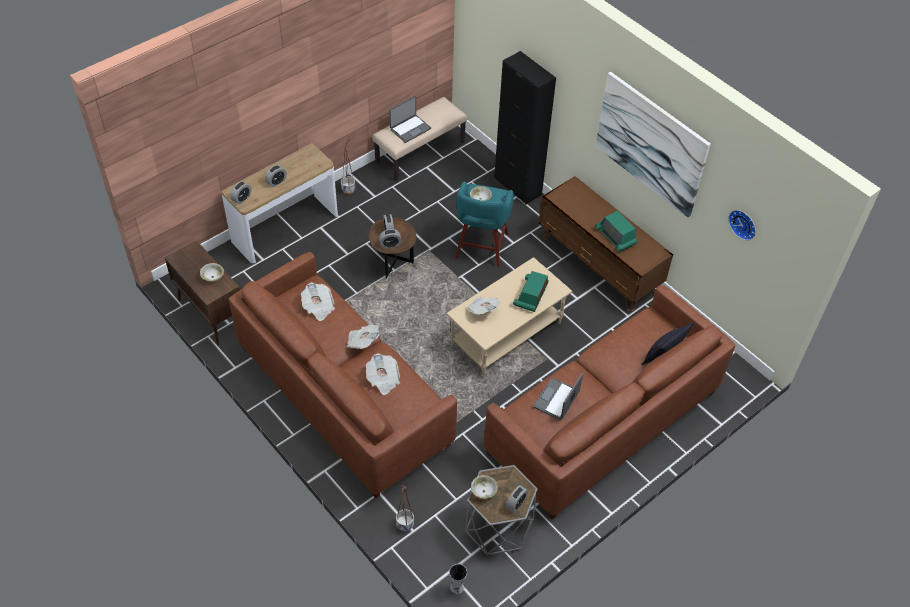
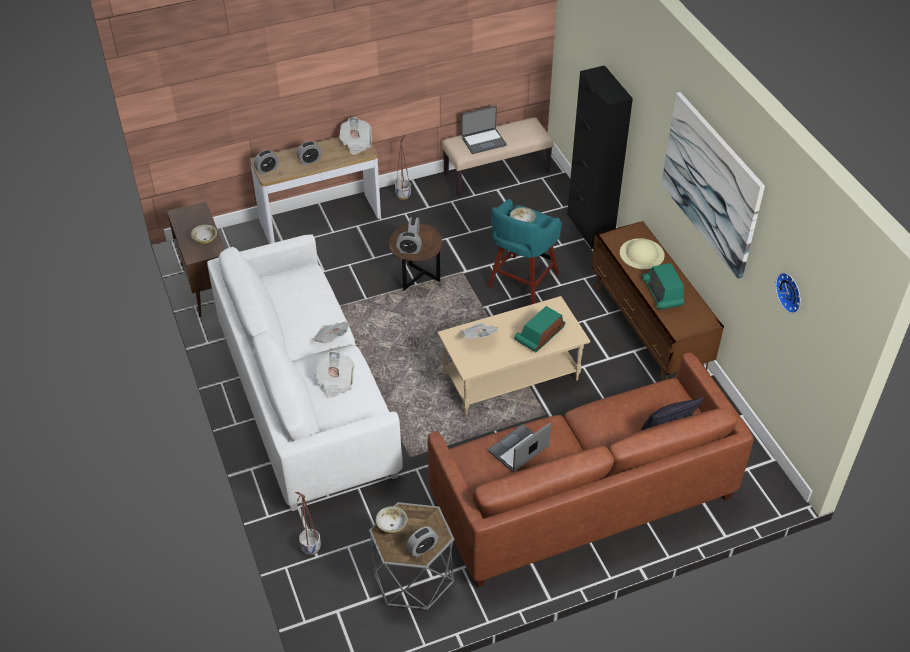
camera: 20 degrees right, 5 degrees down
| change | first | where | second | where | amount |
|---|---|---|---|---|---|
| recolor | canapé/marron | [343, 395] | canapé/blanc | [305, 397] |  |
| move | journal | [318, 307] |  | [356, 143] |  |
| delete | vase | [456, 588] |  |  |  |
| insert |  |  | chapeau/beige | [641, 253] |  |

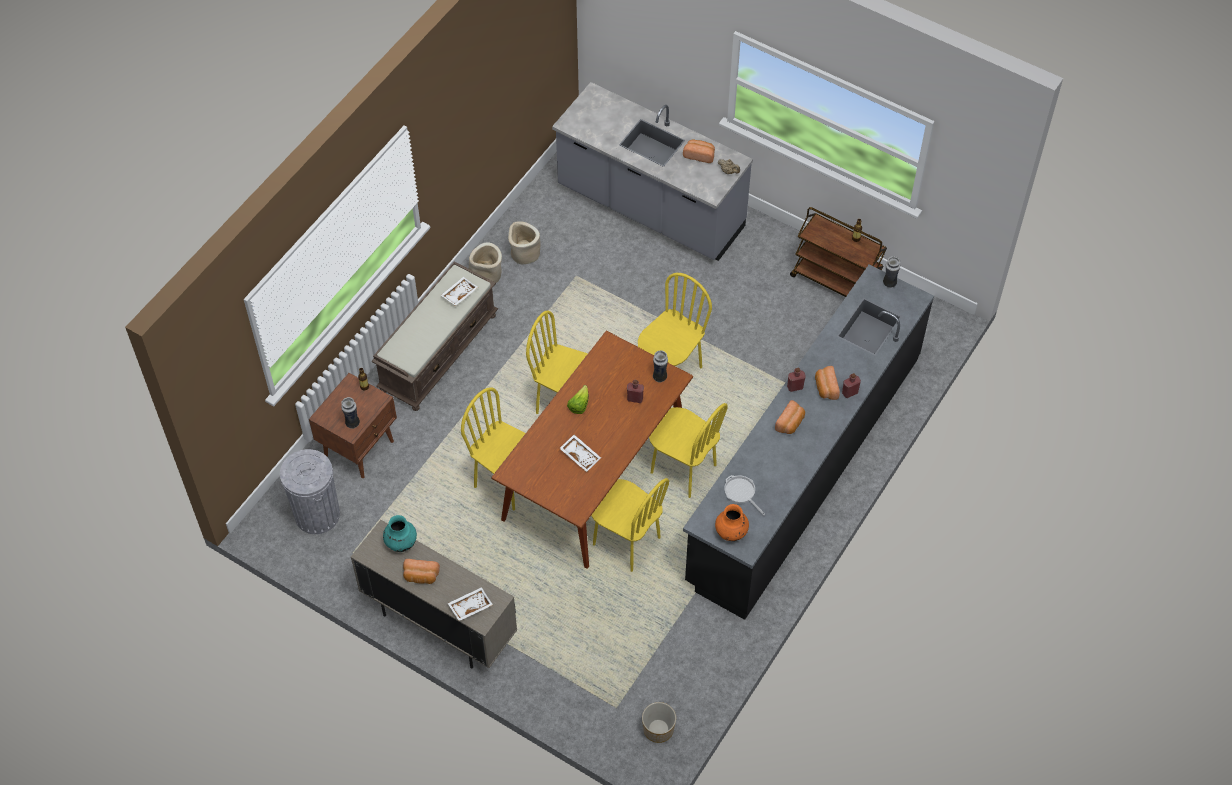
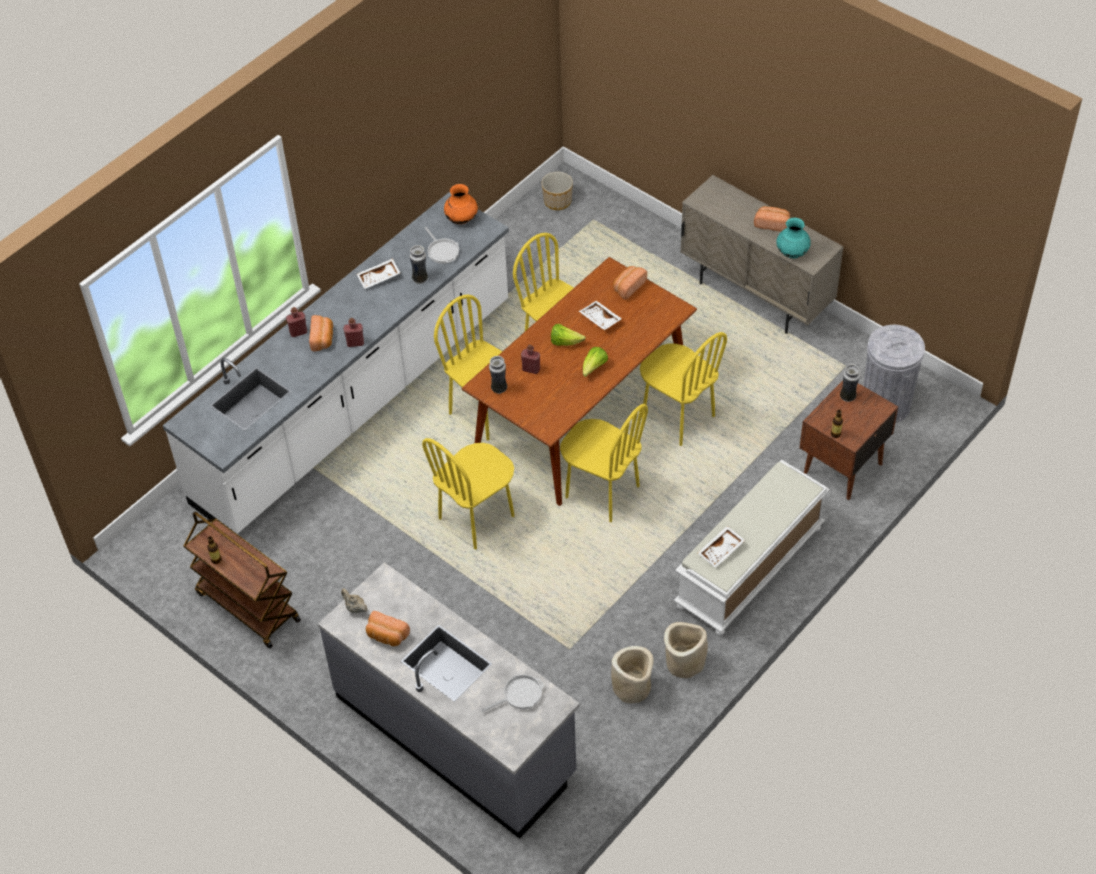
camera: 170 degrees left, 5 degrees down
| change | first | where | second | where | amount |
|---|---|---|---|---|---|
| move | vase | [889, 283] |  | [420, 279] |  |
| recolor | banc/marron | [438, 352] | banc/blanc | [750, 568] |  |
| recolor | comptoir de cuisine/noir | [804, 467] | comptoir de cuisine/blanc | [356, 403] |  |
| move | pain | [790, 423] |  | [628, 287] |  |
| move | plateau/blanc | [470, 606] |  | [379, 278] |  |
| insert |  |  | laitue | [565, 342] |  |
| insert |  |  | poêle | [519, 695] |  |

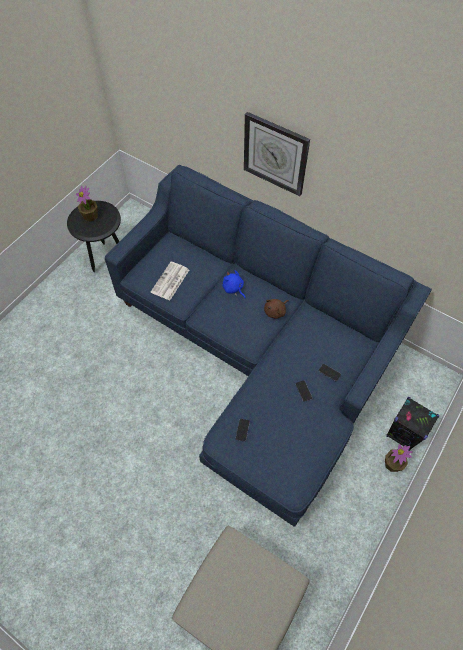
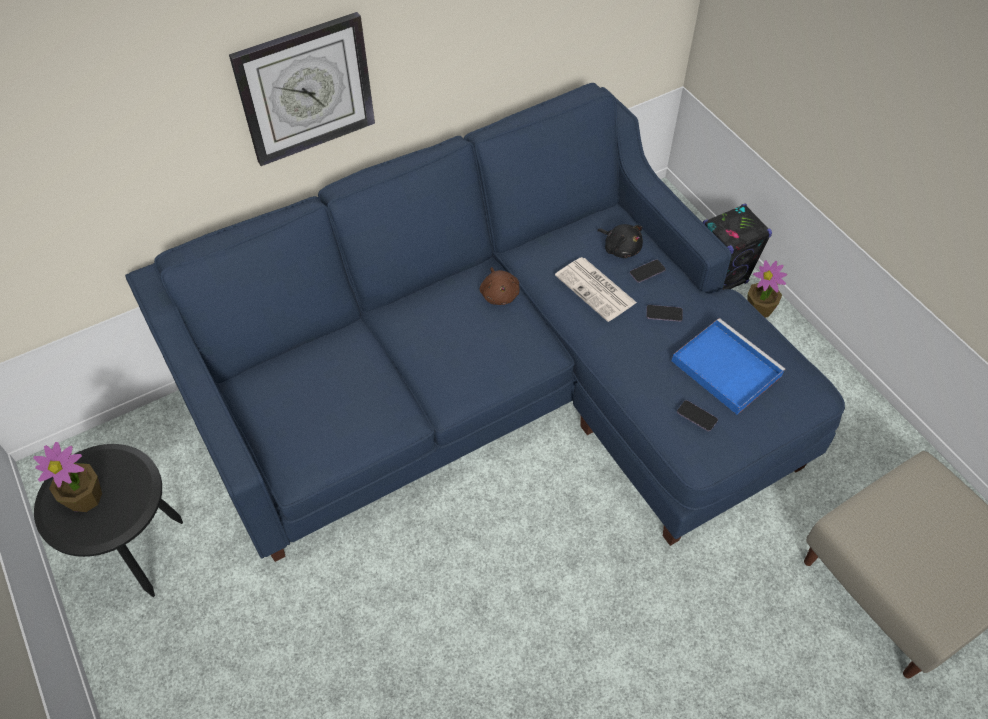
camera: 65 degrees left, 5 degrees down
| change | first | where | second | where | amount |
|---|---|---|---|---|---|
| move | journal | [170, 281] |  | [596, 290] |  |
| delete | peluche/bleu | [233, 289] |  |  |  |
| insert |  |  | peluche/noir | [620, 248] |  |
| insert |  |  | plateau/bleu | [724, 367] |  |

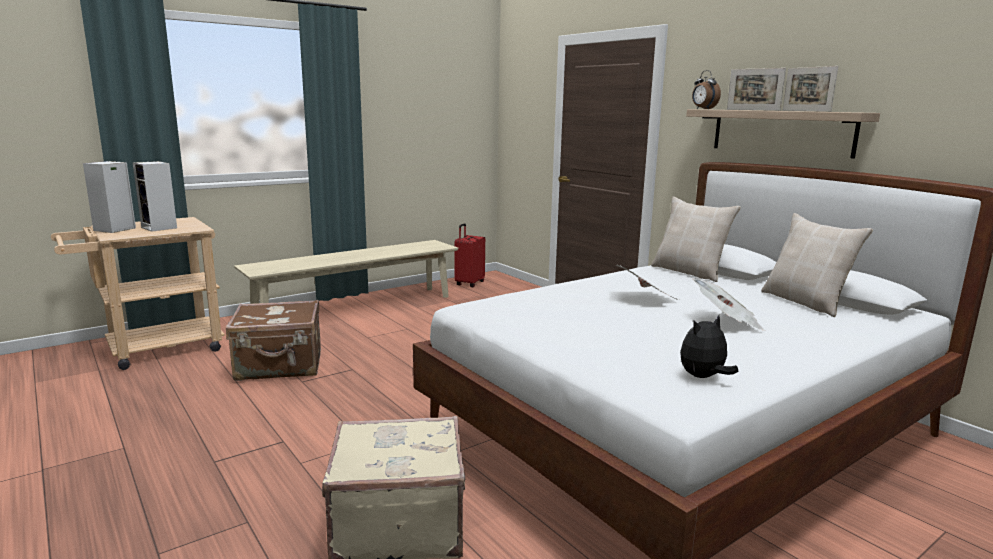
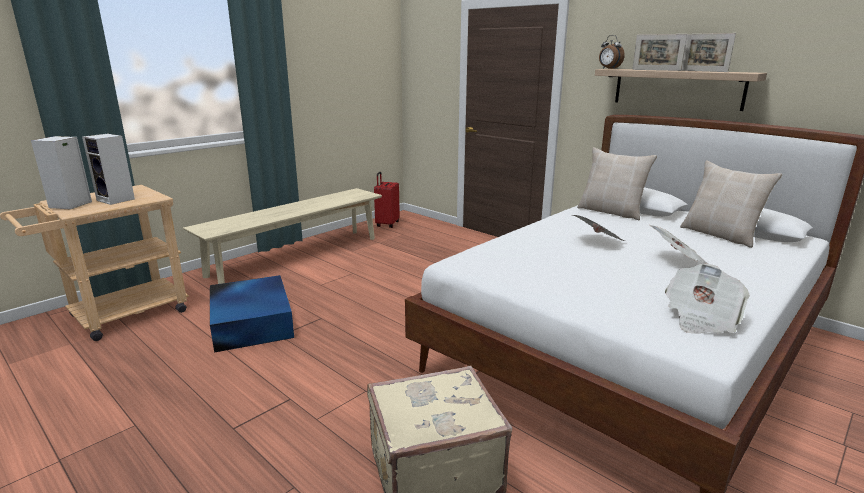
camera: 10 degrees left, 5 degrees up
| change | first | where | second | where | amount |
|---|---|---|---|---|---|
| replace | valise/marron | [280, 366] | boîte de rangement/bleu | [252, 322] |  |
| replace | peluche | [703, 377] | journal | [700, 318] |  |

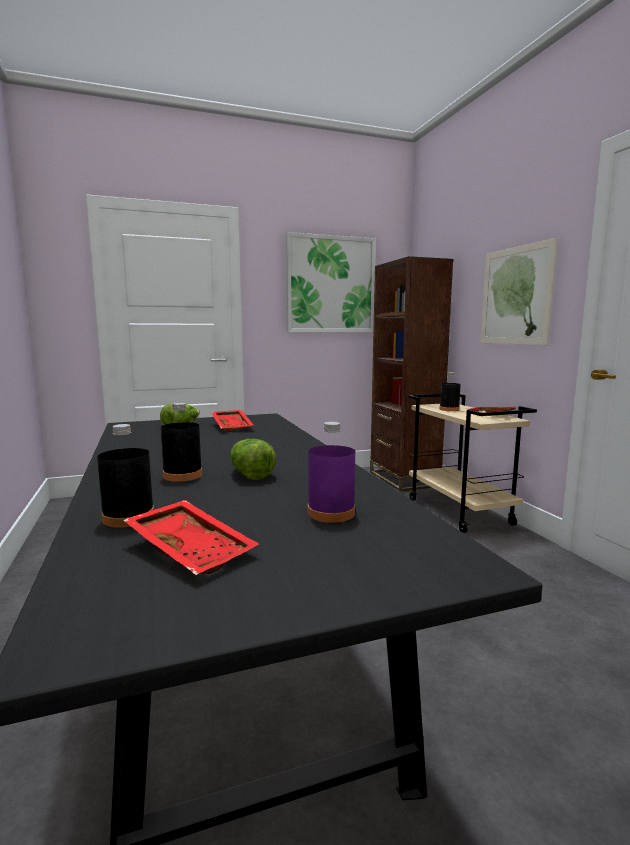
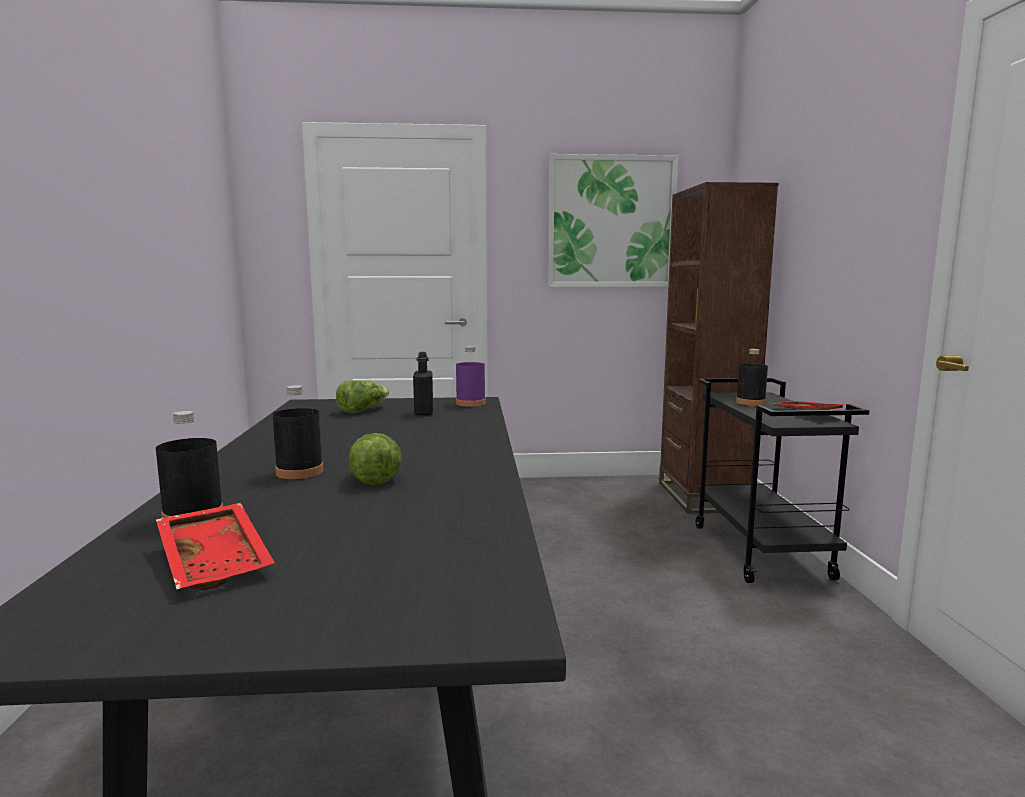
camera: 15 degrees right, 0 degrees up
| change | first | where | second | where | amount |
|---|---|---|---|---|---|
| delete | tableau | [515, 296] |  |  |  |
| recolor | chariot/beige | [460, 512] | chariot/noir | [762, 552] |  |
| replace | plateau/rouge | [233, 426] | bouteille/noir | [423, 412] |  |
| move | bouteille/violet | [331, 513] |  | [470, 403] |  |

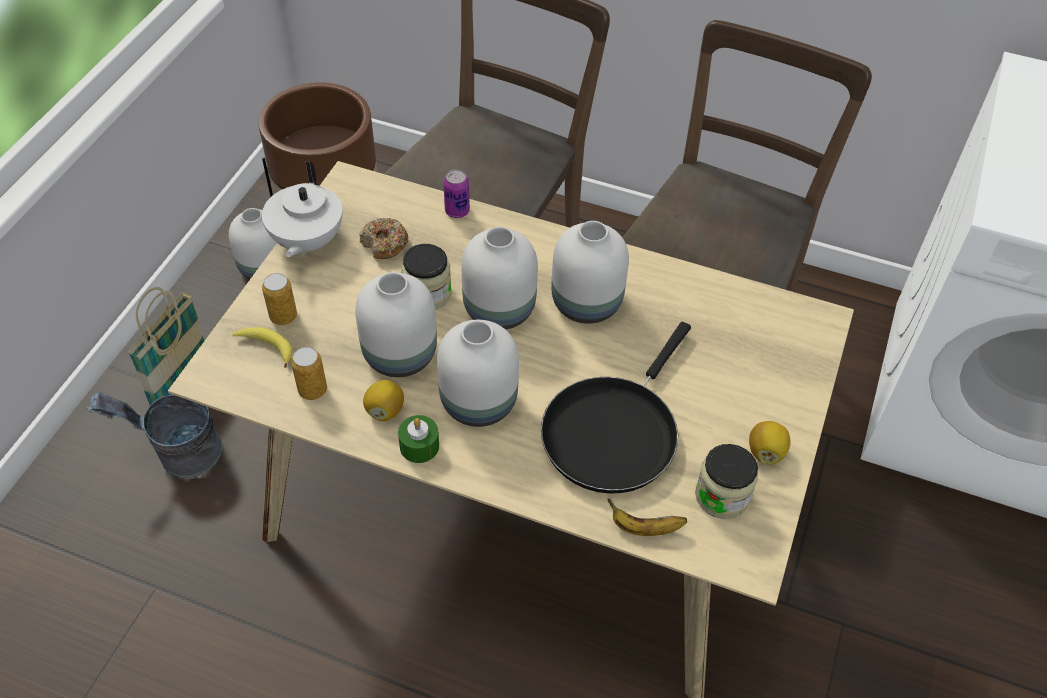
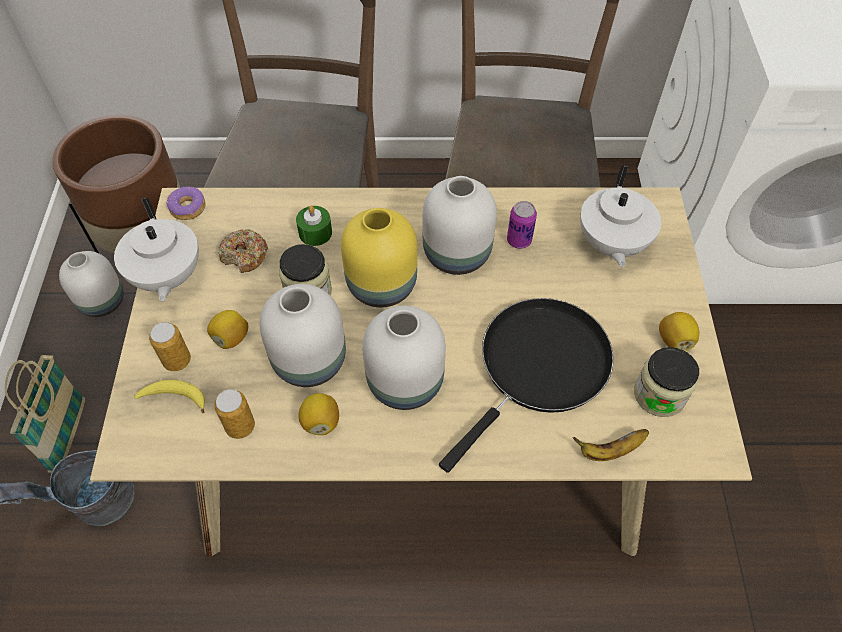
camera: 20 degrees left, 5 degrees up
| change | first | where | second | where | amount |
|---|---|---|---|---|---|
| move | boîte métallique | [457, 211] |  | [519, 240] |  |
| recolor | vase/blanc | [499, 308] | vase/jaune | [381, 283] |  |
| rotate | poêle/noir | [613, 431] |  | [538, 367] | 150 degrees counterclockwise |
| move | bougie/vert | [419, 446] |  | [315, 232] |  |
| insert |  |  | théière/blanc | [611, 244] |  |
| insert |  |  | beignet | [188, 208] |  |
| insert |  |  | citron | [231, 338] |  |

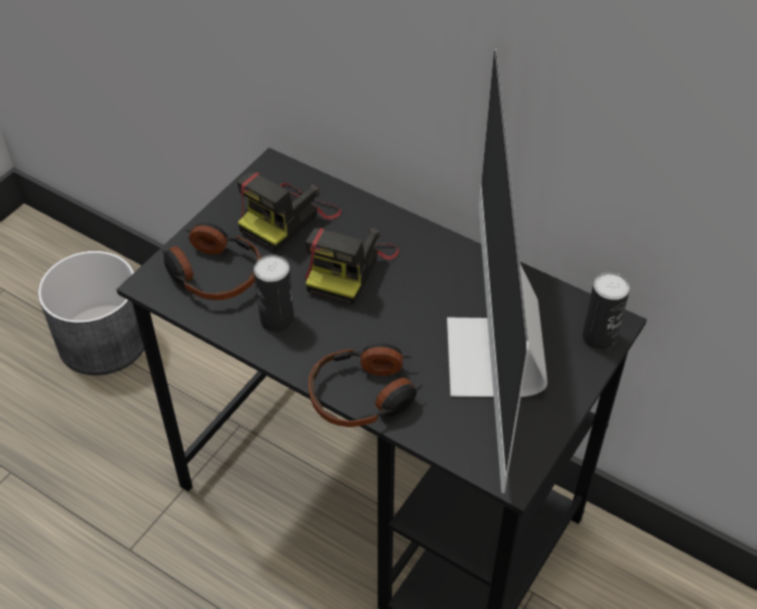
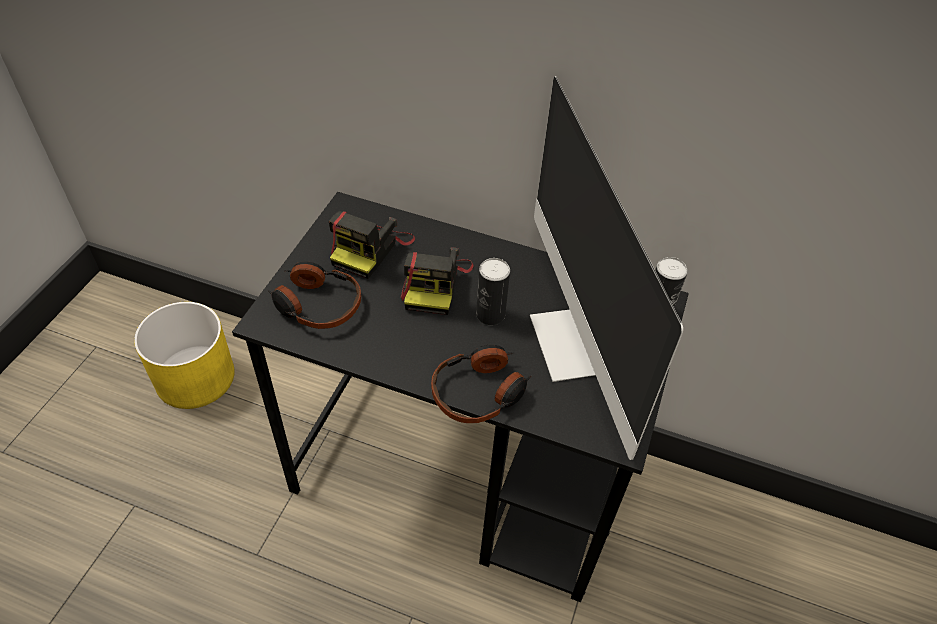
camera: 15 degrees left, 0 degrees up
| change | first | where | second | where | amount |
|---|---|---|---|---|---|
| recolor | cache-pot/gris | [102, 341] | cache-pot/jaune | [194, 378] |  |
| move | boîte métallique | [277, 319] |  | [490, 314] |  |

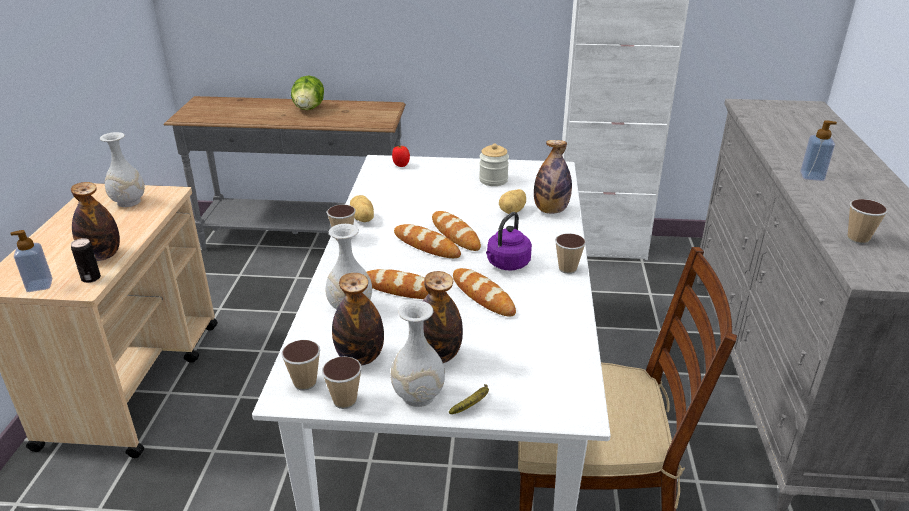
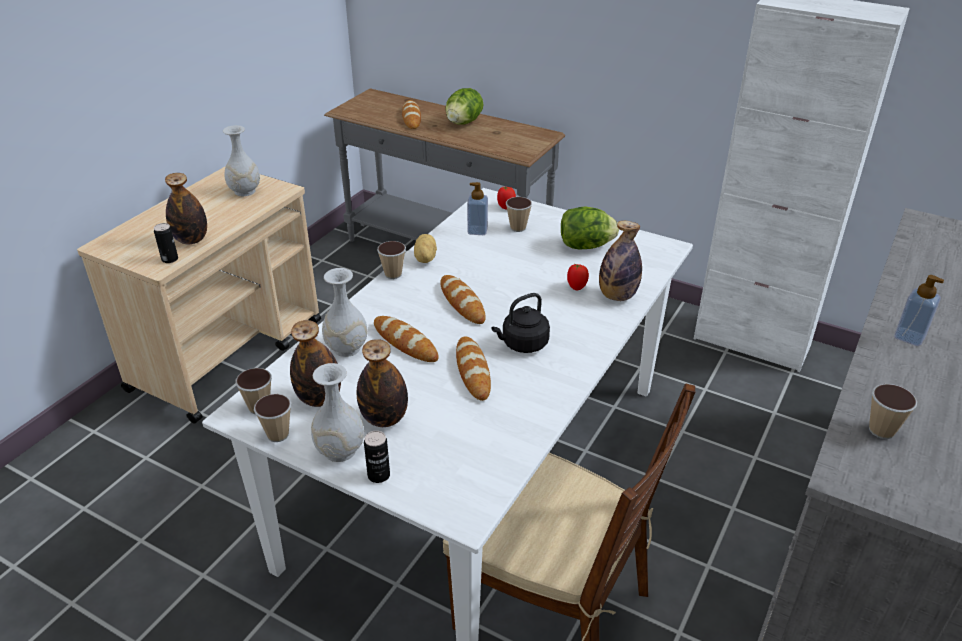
camera: 25 degrees right, 5 degrees up
| change | first | where | second | where | amount |
|---|---|---|---|---|---|
| replace | bocal | [493, 180] | laitue | [585, 246] |  |
| replace | pomme de terre | [513, 211] | tomate | [577, 287] |  |
| move | pain | [455, 234] |  | [411, 117] |  |
| recolor | bouilloire/violet | [507, 264] | bouilloire/noir | [522, 344] |  |
| move | distributeur de savon | [39, 285] |  | [477, 230] |  |
| move | tasse | [567, 269] |  | [518, 228] |  |
| replace | banane | [473, 404] | boîte métallique | [378, 475] |  |

